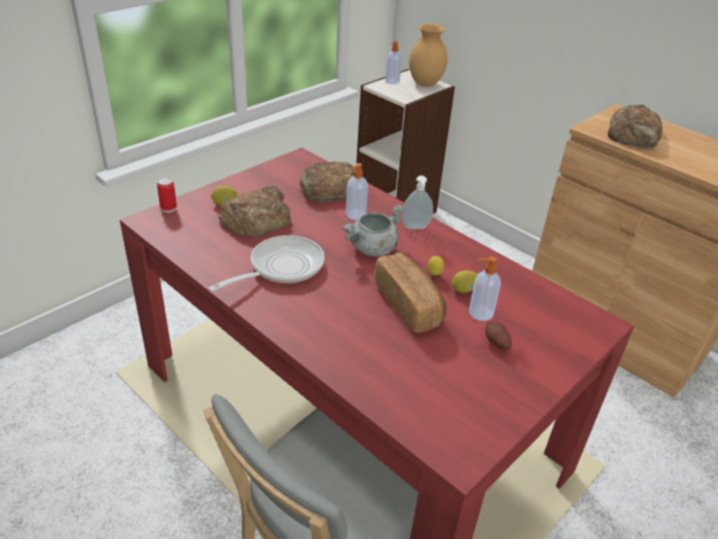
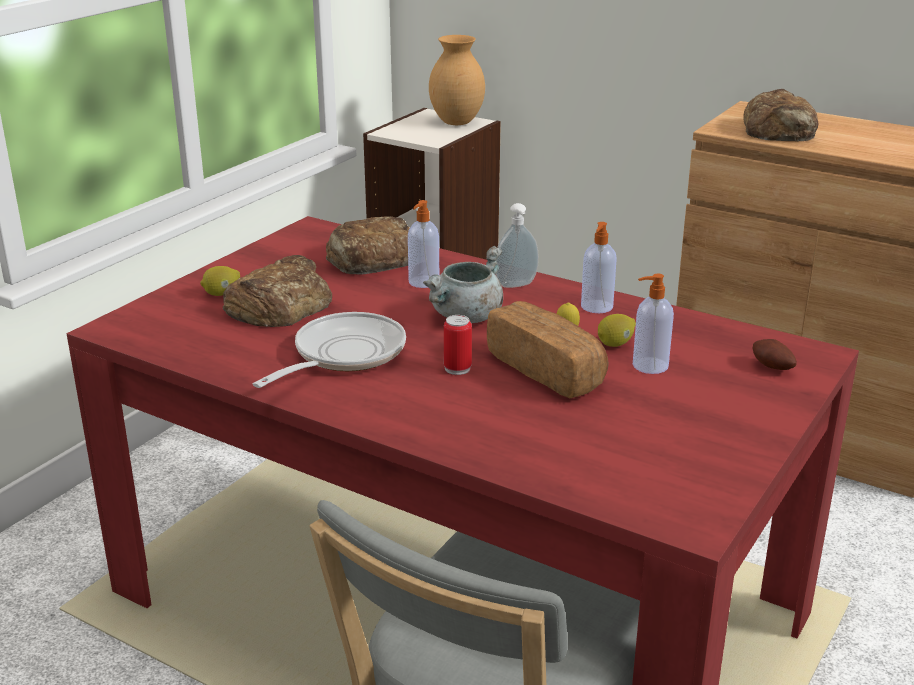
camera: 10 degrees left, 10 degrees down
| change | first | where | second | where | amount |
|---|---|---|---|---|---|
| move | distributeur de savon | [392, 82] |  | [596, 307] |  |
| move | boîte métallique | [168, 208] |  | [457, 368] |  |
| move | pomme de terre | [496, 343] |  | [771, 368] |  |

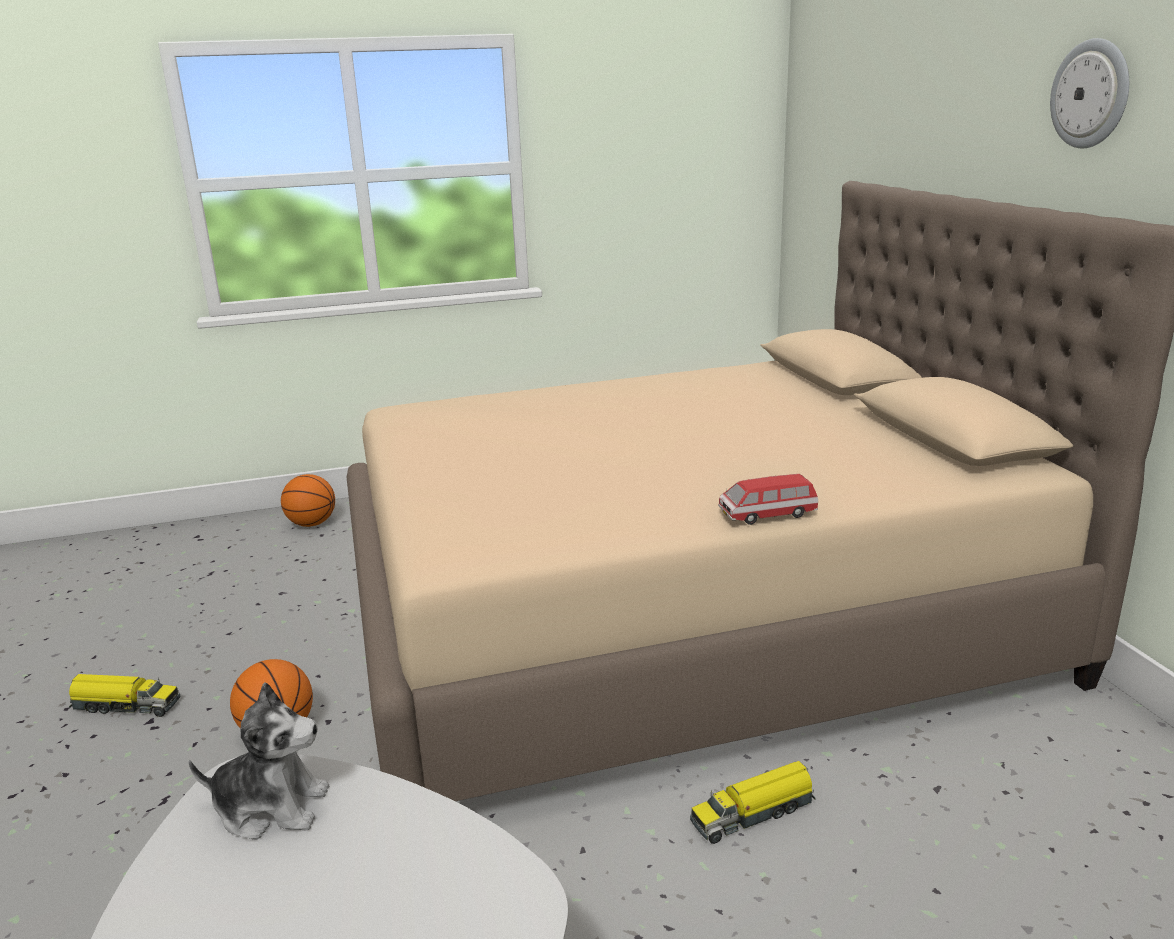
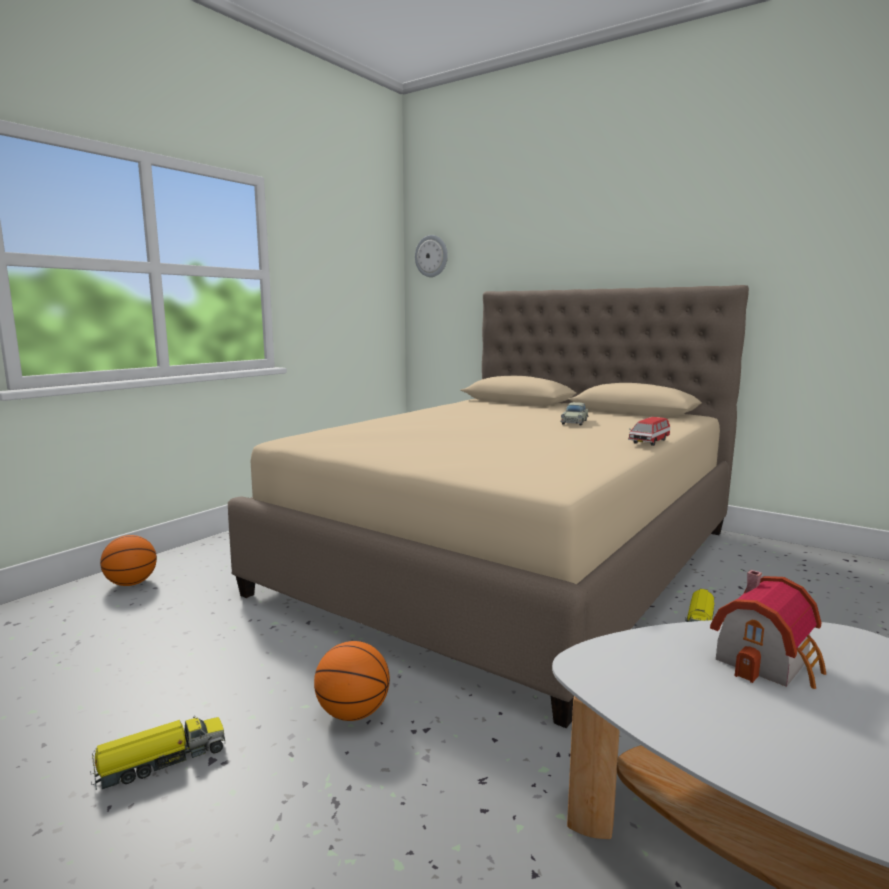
camera: 40 degrees left, 10 degrees down
| change | first | where | second | where | amount |
|---|---|---|---|---|---|
| move | horloge murale | [1091, 94] |  | [431, 256] |  |
| delete | peluche | [271, 807] |  |  |  |
| insert |  |  | petite voiture/beige | [575, 422] |  |
| insert |  |  | maison miniature | [769, 661] |  |

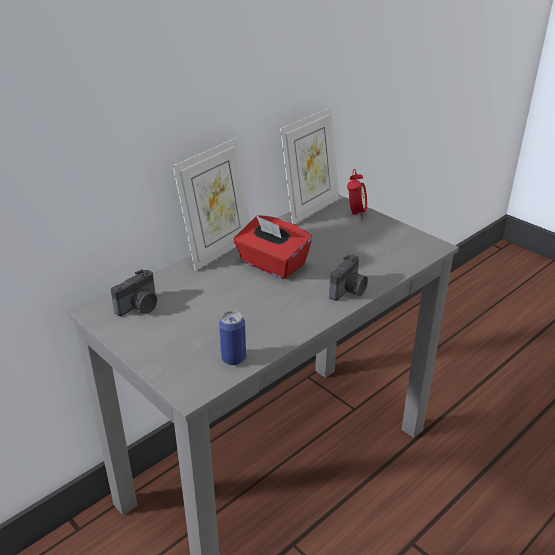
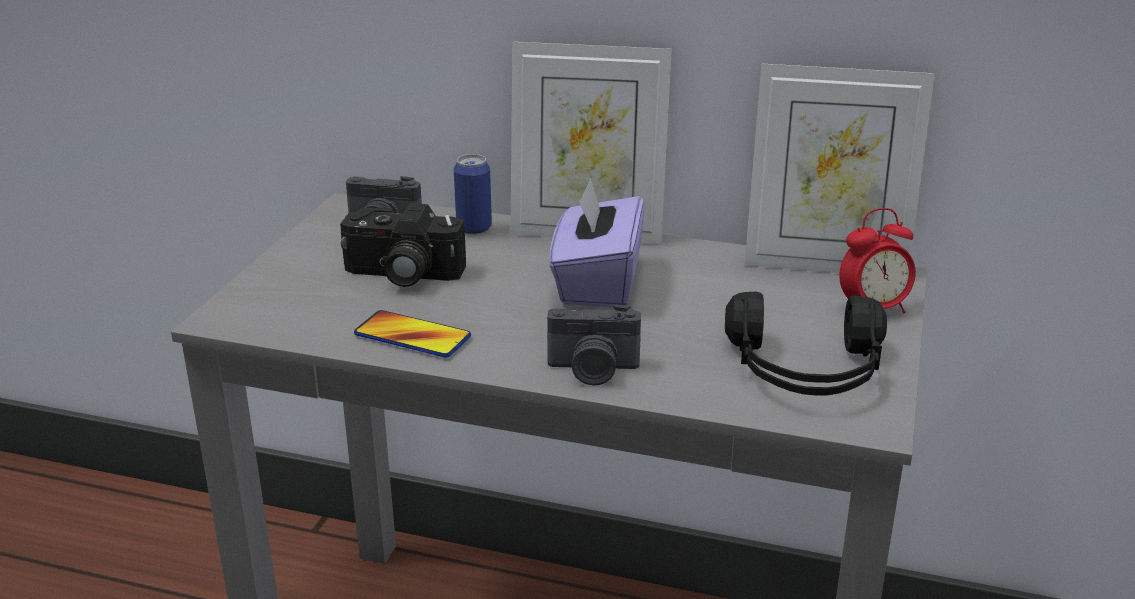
camera: 60 degrees right, 5 degrees down
| change | first | where | second | where | amount |
|---|---|---|---|---|---|
| recolor | boîte à mouchoirs/rouge | [272, 264] | boîte à mouchoirs/violet | [597, 283] |  |
| move | boîte métallique | [233, 358] |  | [474, 228] |  |
| insert |  |  | appareil photo | [401, 275] |  |
| insert |  |  | casque audio/noir | [806, 371] |  |
| insert |  |  | téléphone | [412, 336] |  |

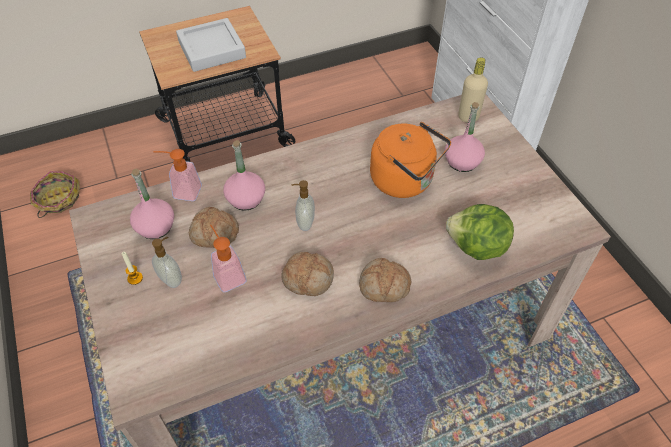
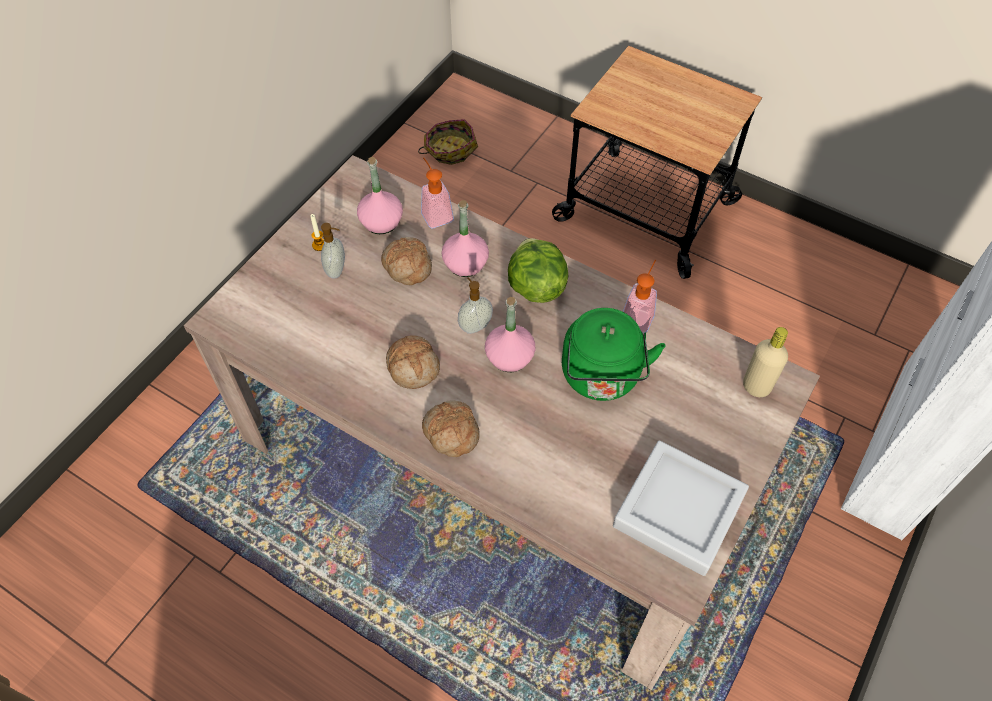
camera: 55 degrees right, 5 degrees up
| change | first | where | second | where | amount |
|---|---|---|---|---|---|
| move | plateau/gris | [212, 49] |  | [678, 511] |  |
| move | bouteille/rose | [462, 162] |  | [509, 357] |  |
| recolor | bouilloire/orange | [405, 181] | bouilloire/vert | [601, 378] |  |
| move | laitue | [476, 248] |  | [535, 287] |  |
| move | distributeur de savon | [227, 274] |  | [639, 315] |  |

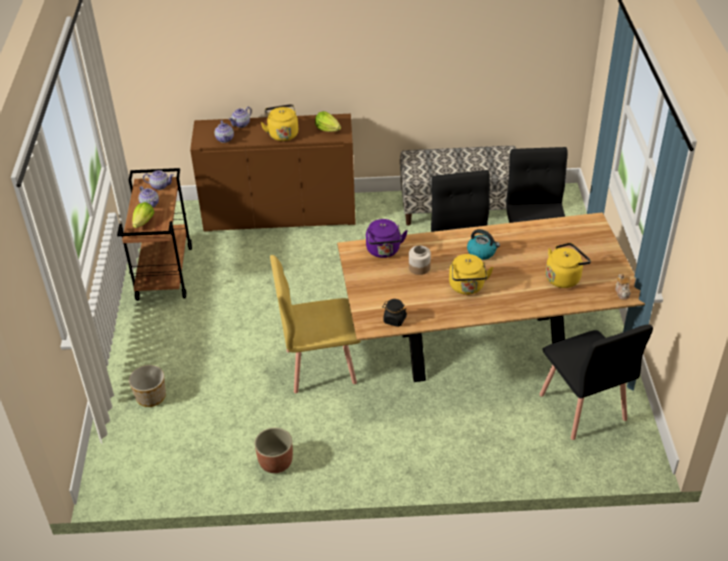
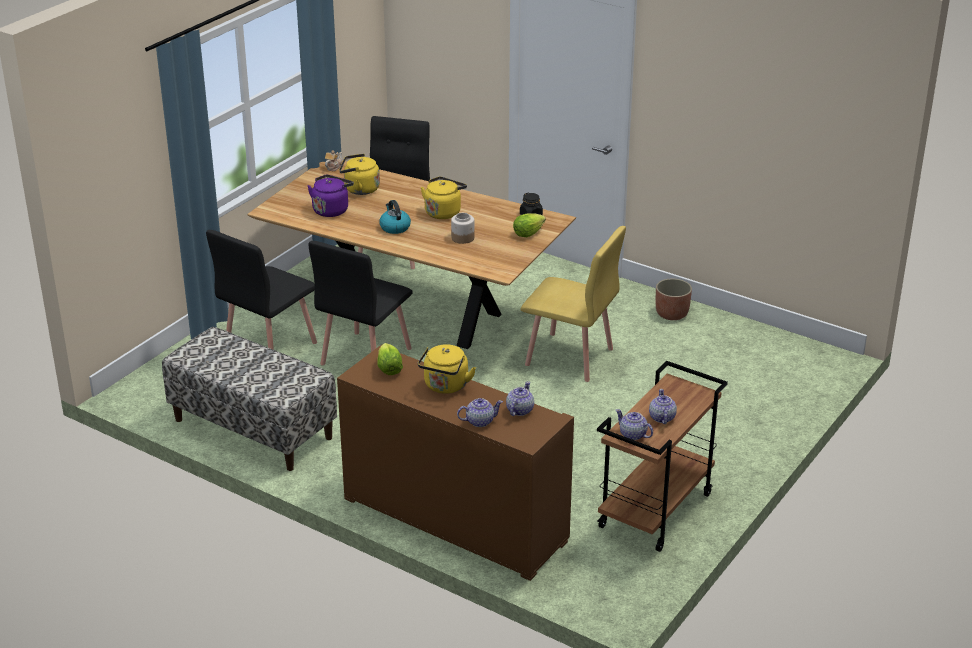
camera: 145 degrees left, 10 degrees down
| change | first | where | second | where | amount |
|---|---|---|---|---|---|
| move | laitue | [144, 222] |  | [528, 233] |  |
| move | bouilloire/violet | [384, 251] |  | [331, 210] |  |
| delete | cache-pot | [150, 397] |  |  |  |

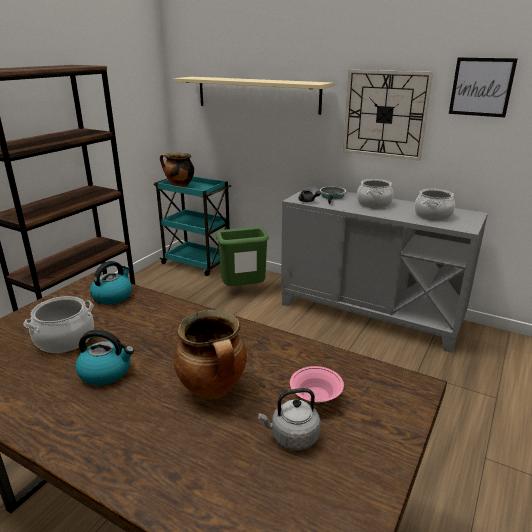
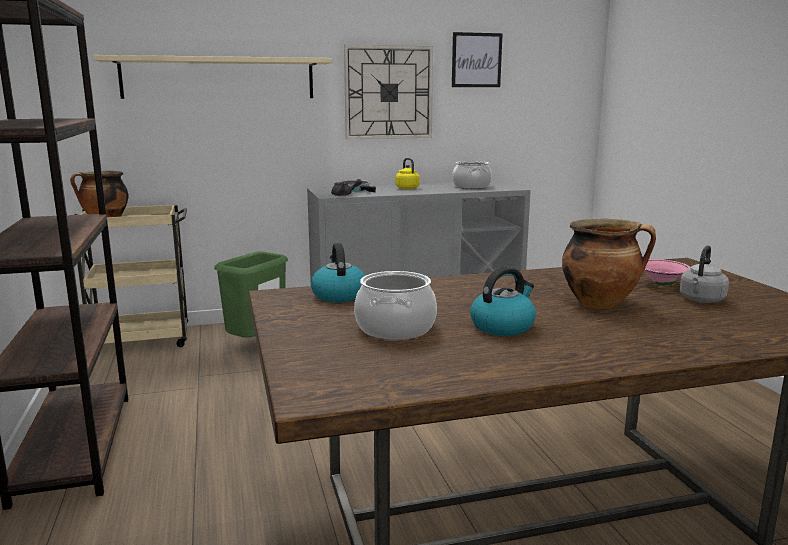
camera: 45 degrees left, 10 degrees down
| change | first | where | second | where | amount |
|---|---|---|---|---|---|
| recolor | chariot/turquoise | [197, 263] | chariot/beige | [142, 340] |  |
| replace | marmite | [373, 204] | bouilloire/jaune | [406, 188] |  |

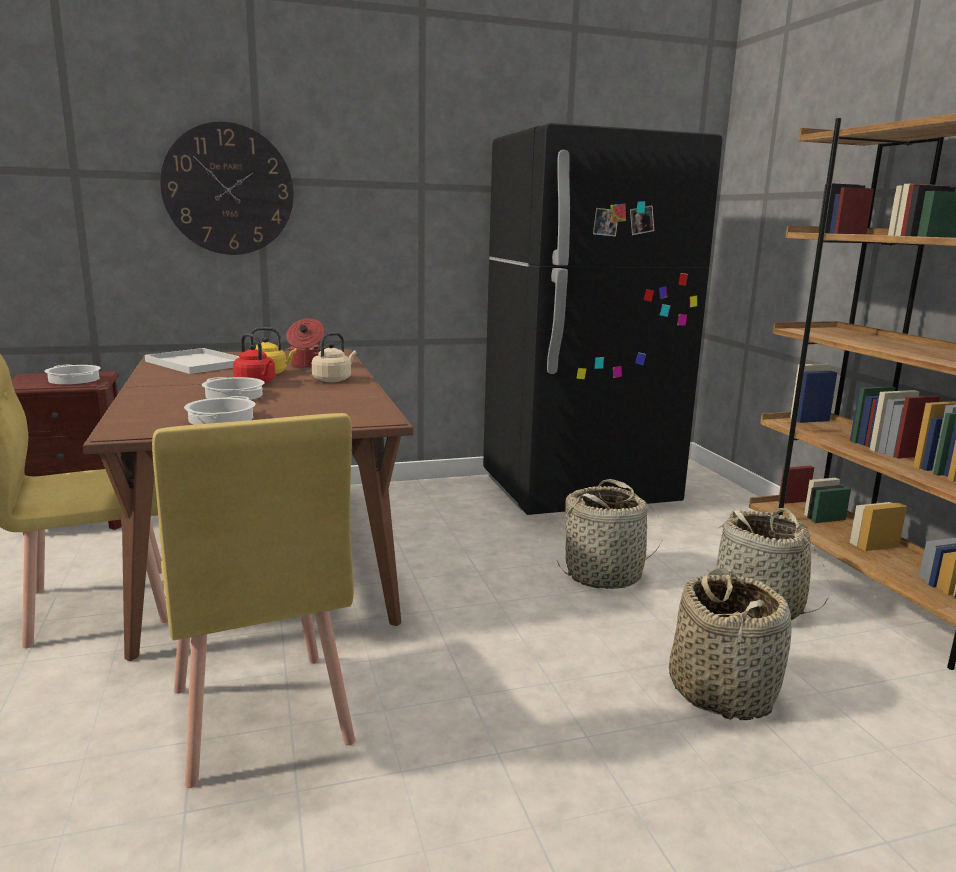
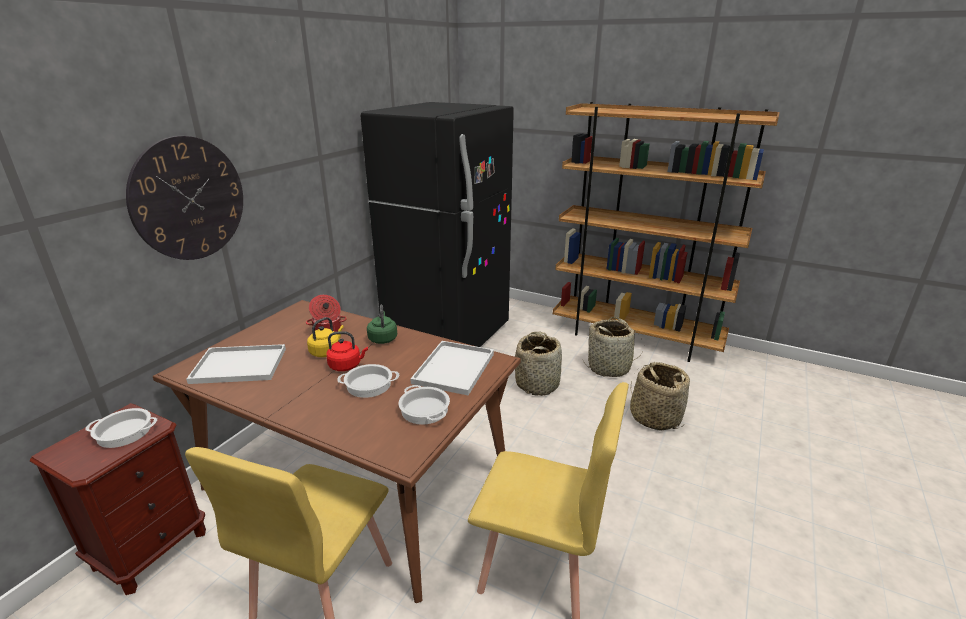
camera: 45 degrees left, 10 degrees up
| change | first | where | second | where | amount |
|---|---|---|---|---|---|
| recolor | bouilloire/beige | [333, 380] | bouilloire/vert | [383, 338] |  |
| insert |  |  | plateau/blanc | [454, 369] |  |

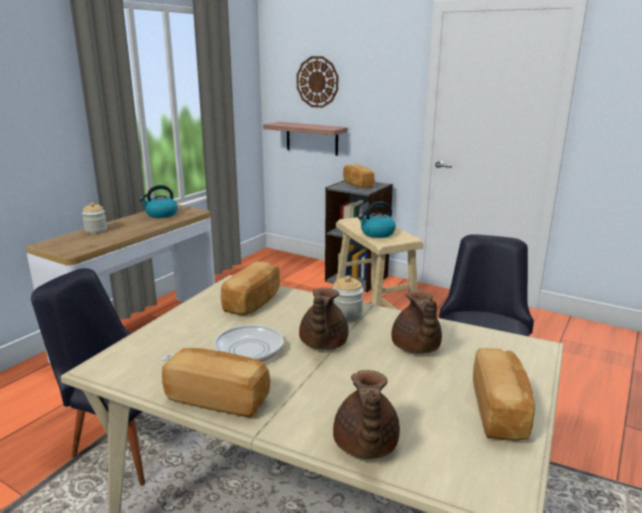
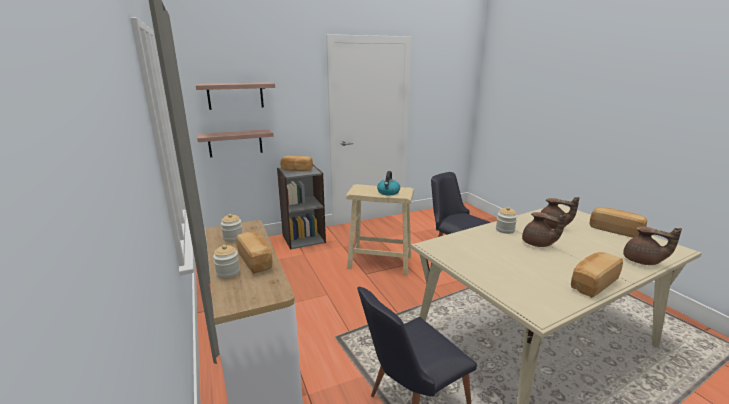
camera: 55 degrees left, 0 degrees up
| change | first | where | second | where | amount |
|---|---|---|---|---|---|
| replace | horloge murale | [317, 82] | étagère | [235, 95] |  |
| replace | bouilloire | [161, 214] | bocal | [233, 238] |  |
| move | pain | [254, 302] |  | [256, 261] |  |
| delete | poêle | [242, 351] |  |  |  |

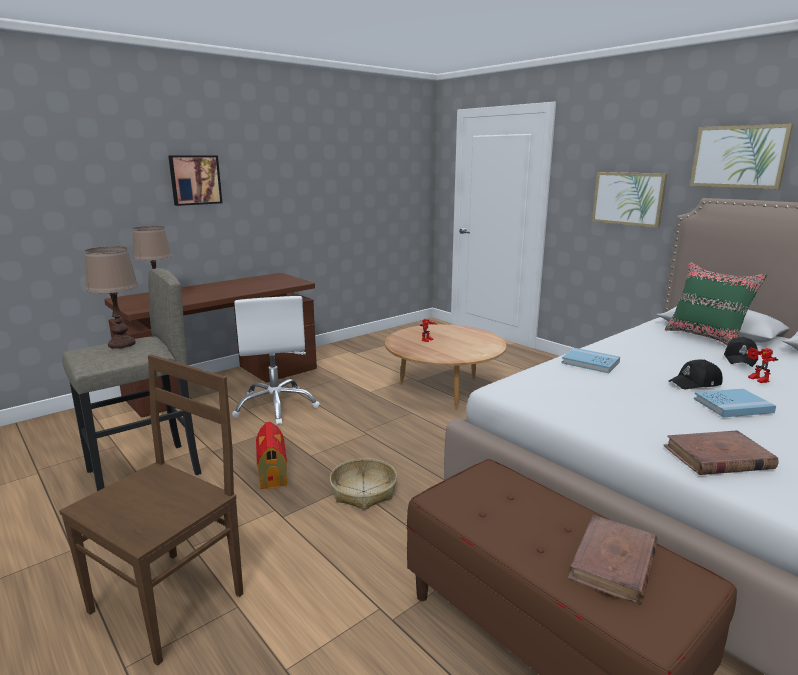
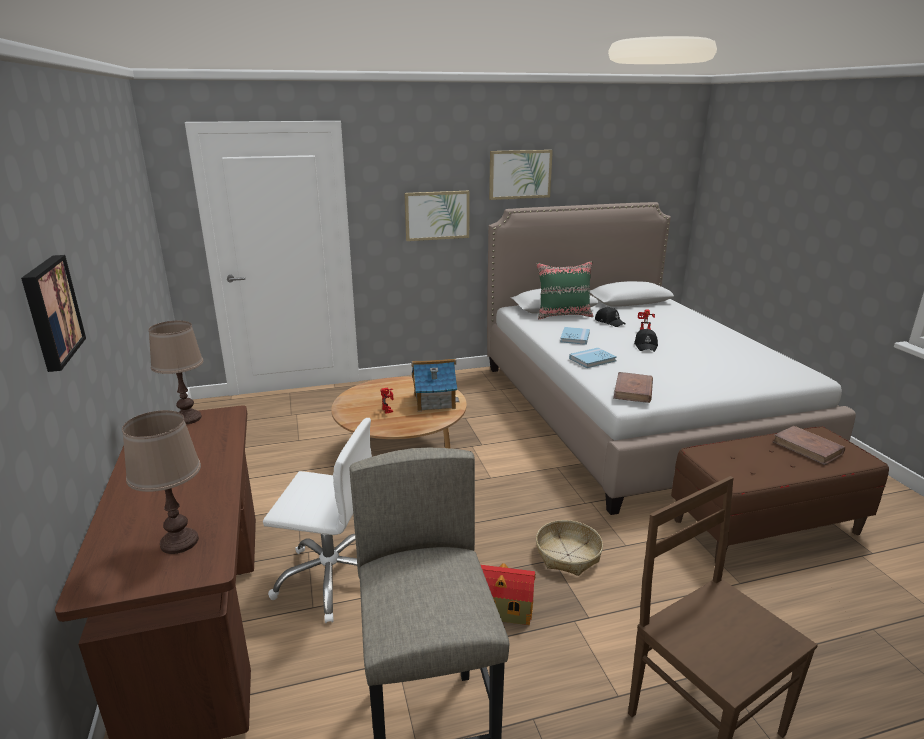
camera: 65 degrees left, 5 degrees up
| change | first | where | second | where | amount |
|---|---|---|---|---|---|
| move | lampe de table/marron | [122, 344] |  | [188, 418] |  |
| move | livre/bleu | [733, 405] |  | [575, 337] |  |
| move | livre/marron | [717, 457] |  | [633, 390] |  |
| insert |  |  | maison miniature | [434, 401] |  |

